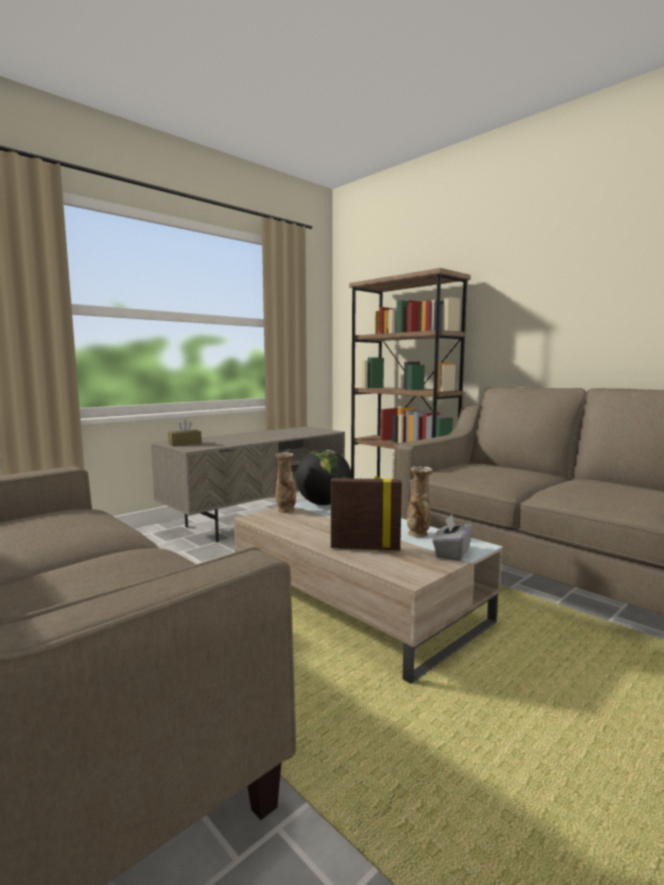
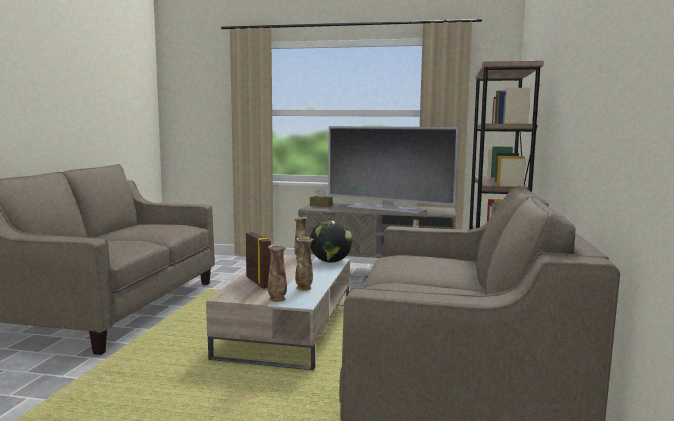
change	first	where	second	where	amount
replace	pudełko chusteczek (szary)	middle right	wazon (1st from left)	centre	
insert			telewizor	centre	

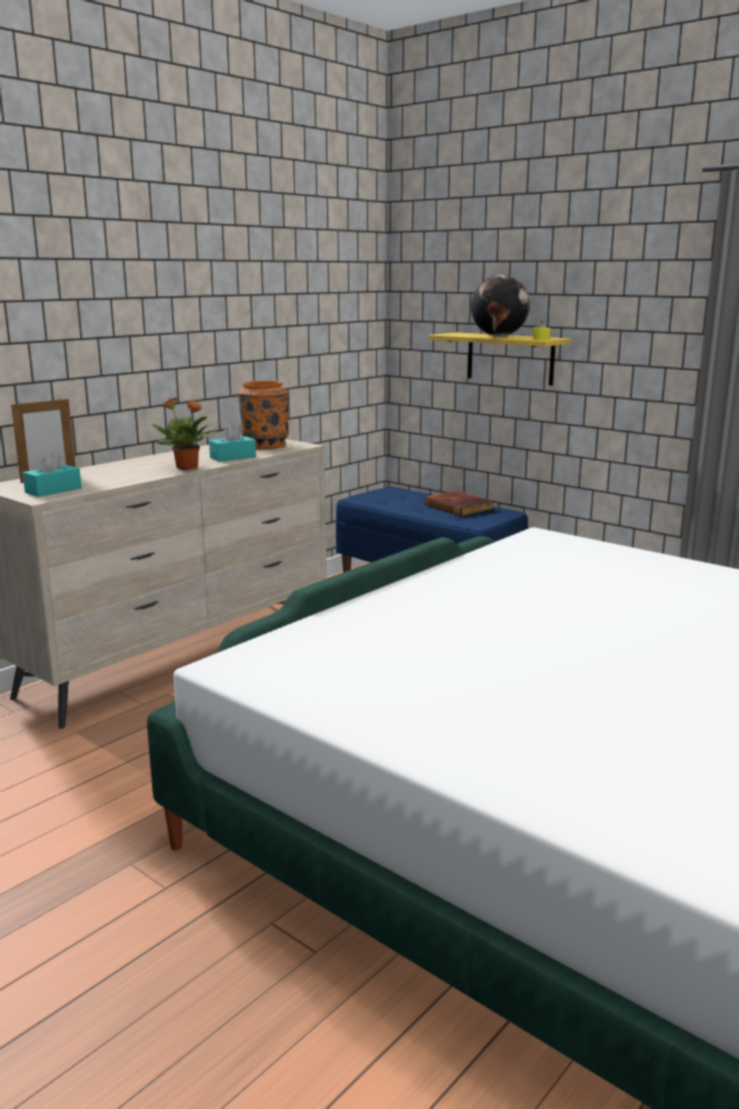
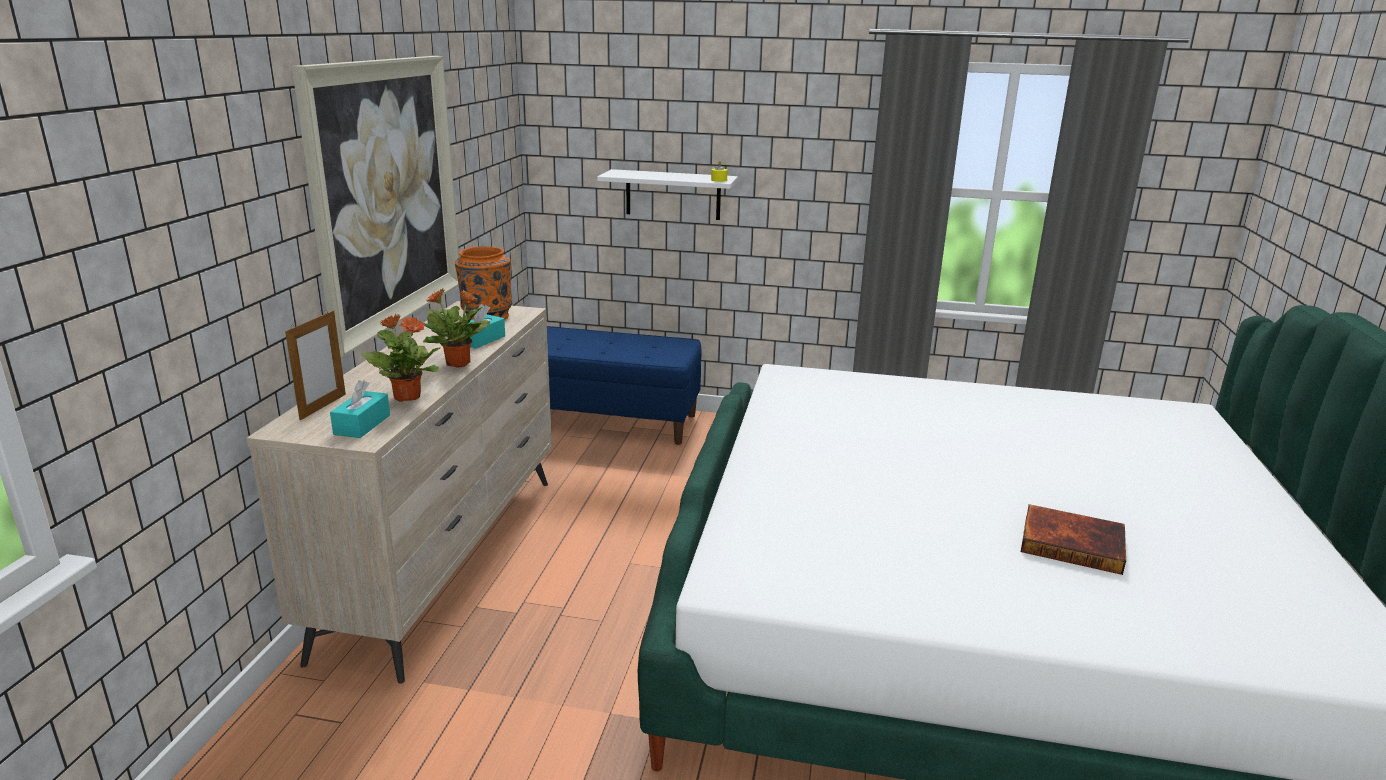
change	first	where	second	where	amount
move	książka	centre		bottom right	
recolor	półka (żółty)	top right	półka (biały)	top centre	
delete	globus	top right			
insert			obraz	top left	
insert			roślina doniczkowa (1st from left)	middle left	

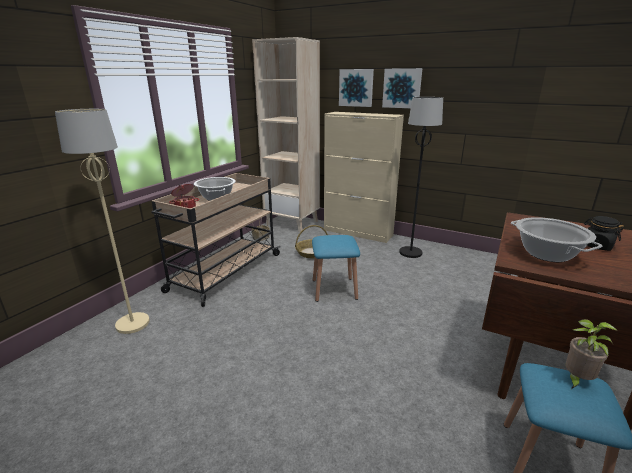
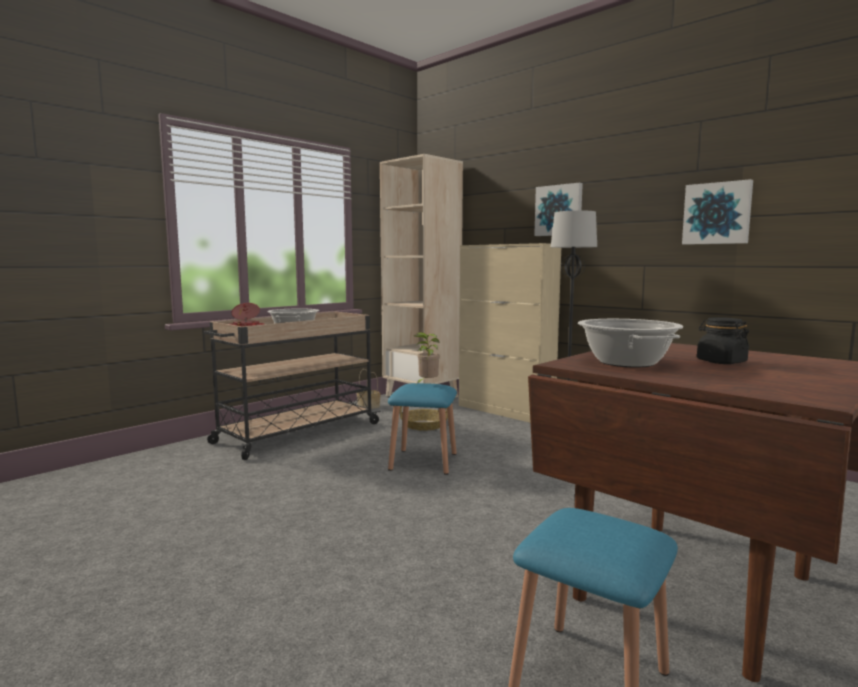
change	first	where	second	where	amount
delete	lampa stojąca (beżowy)	middle left			
move	obraz (1st from left in the first image)	top centre	obraz (2nd from left)	top right	
move	roślina doniczkowa	bottom right		centre	

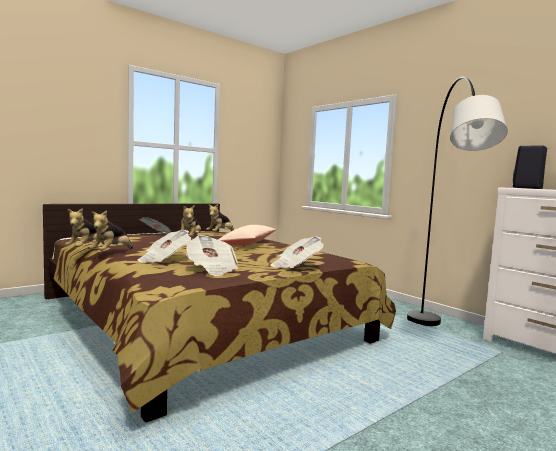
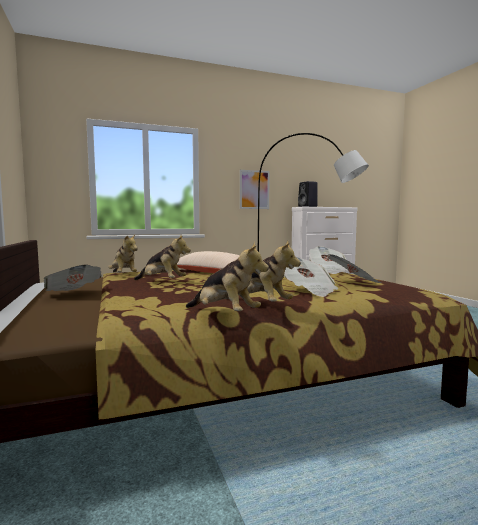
change	first	where	second	where	amount
insert			obraz	centre	

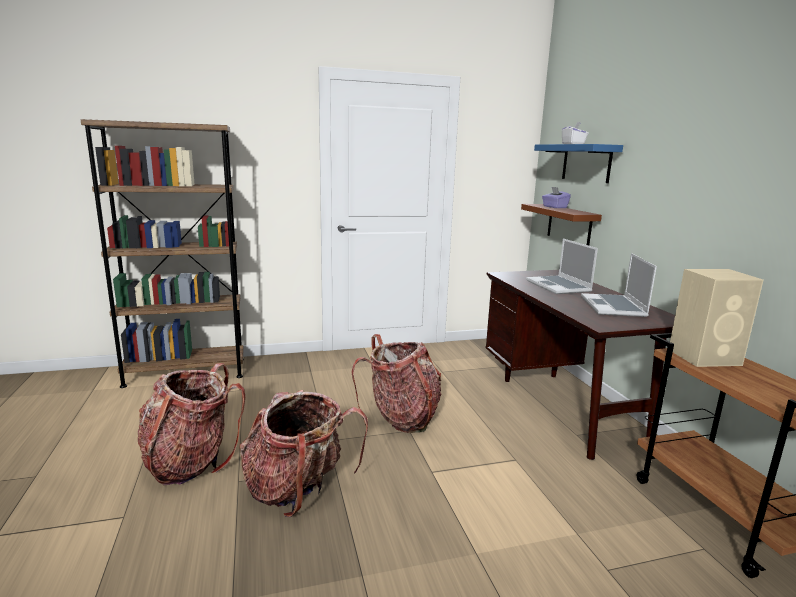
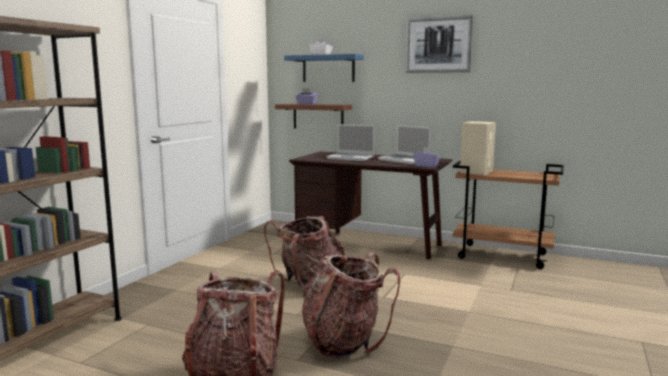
change	first	where	second	where	amount
insert			obraz	top centre	
insert			pudełko chusteczek (fioletowy) (2nd from left)	centre	

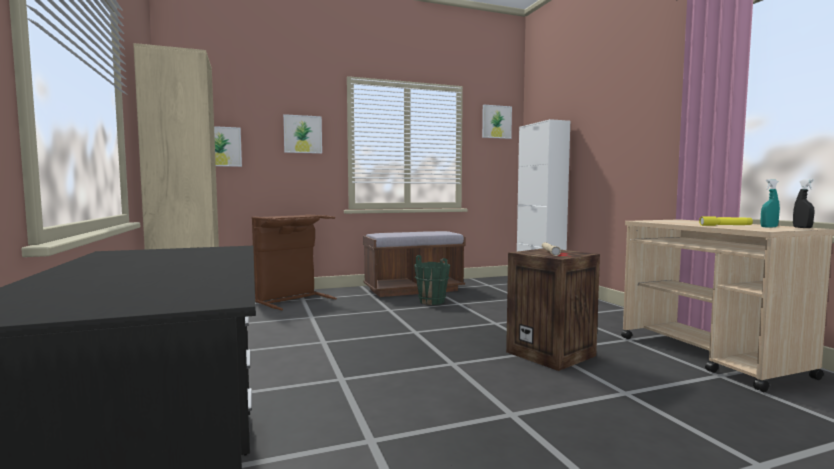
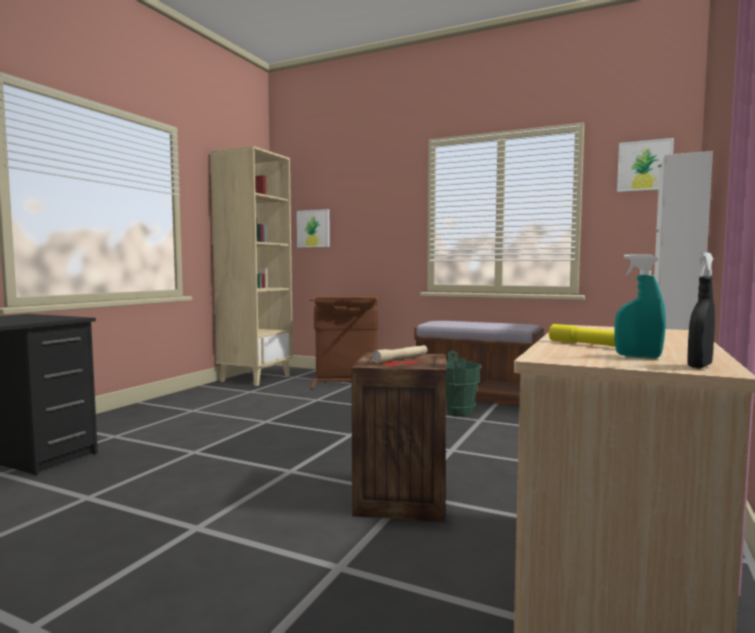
change	first	where	second	where	amount
delete	obraz (2nd from left)	top centre			

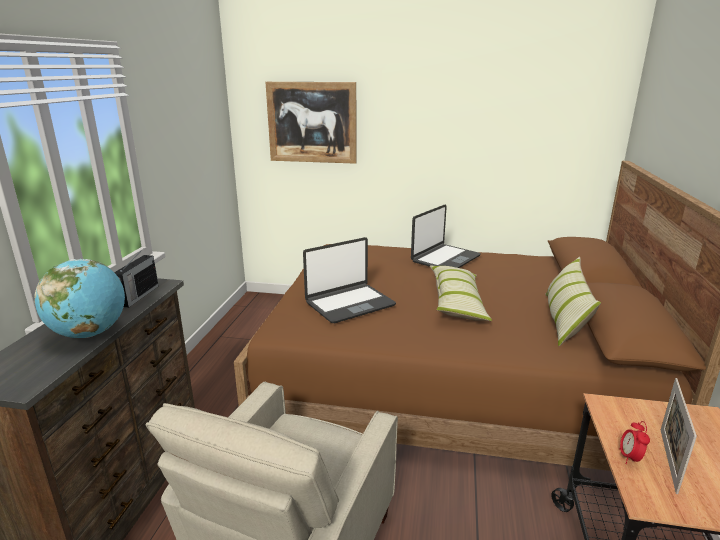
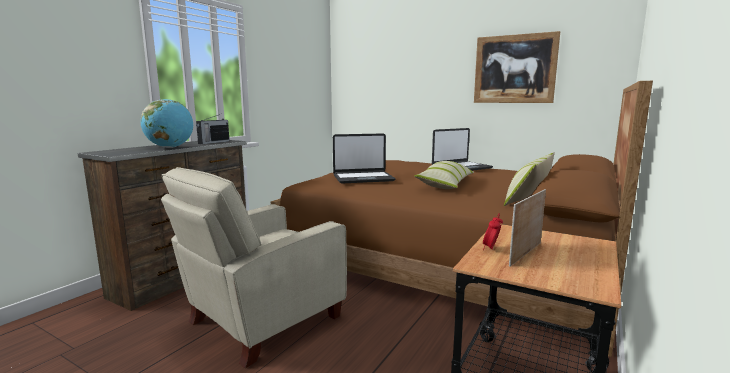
change	first	where	second	where	amount
move	obraz	top centre		top right	

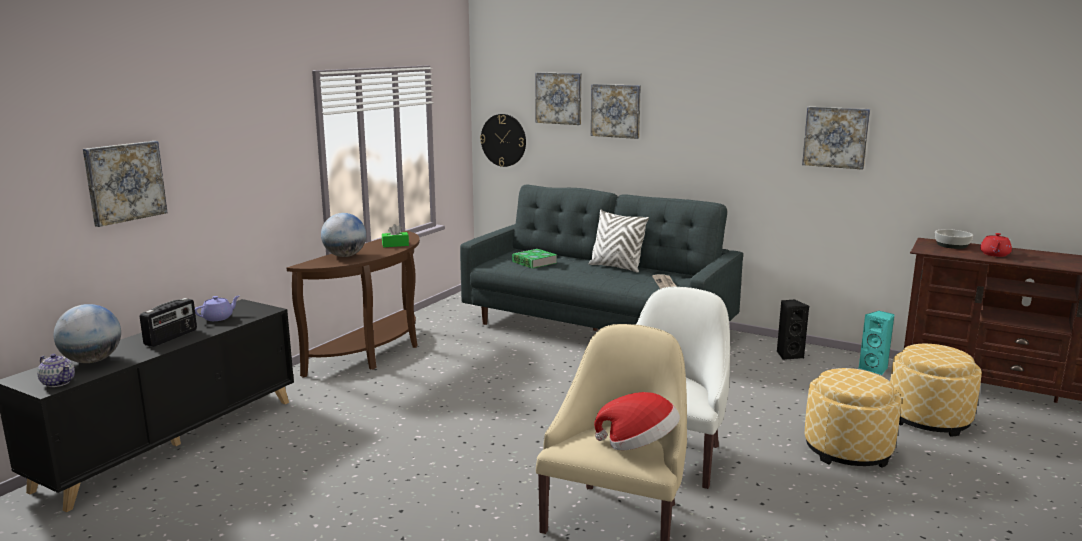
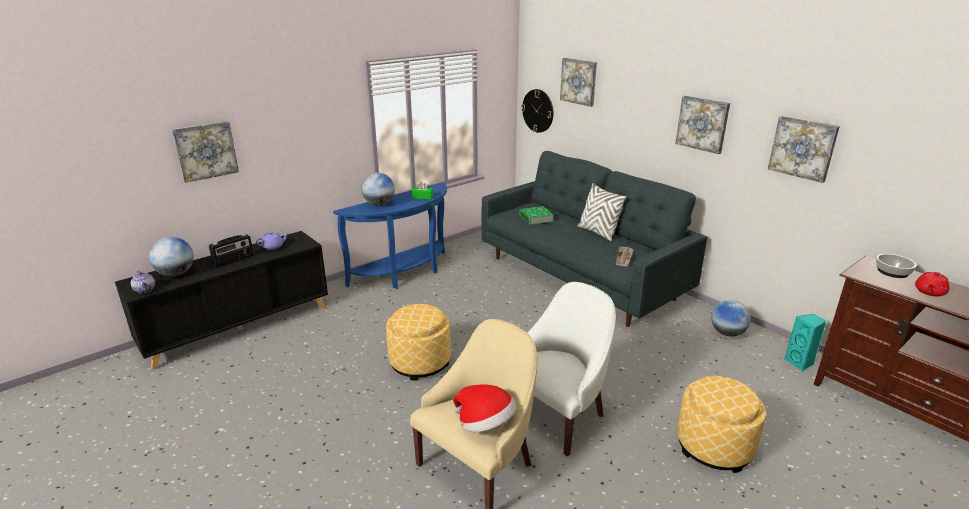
change	first	where	second	where	amount
recolor	stolik konsolowy (brązowy)	middle left	stolik konsolowy (niebieski)	centre	
move	obraz (3rd from left)	top centre		top right	
replace	głośnik (czarny)	middle right	globus (3rd from left)	middle right	
move	pufa (2nd from left in the first image)	bottom right	pufa (1st from left)	bottom centre	

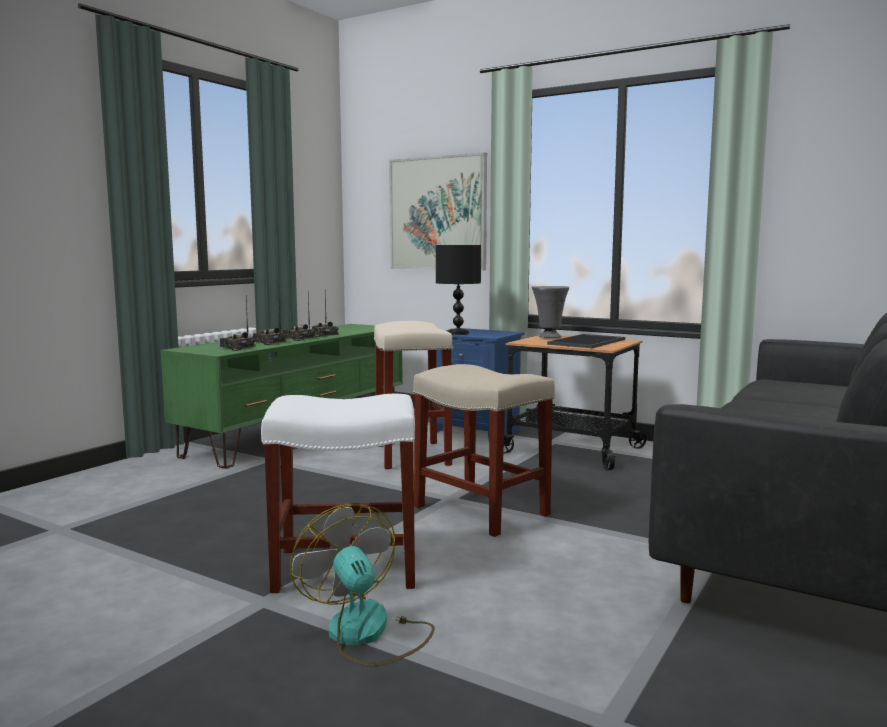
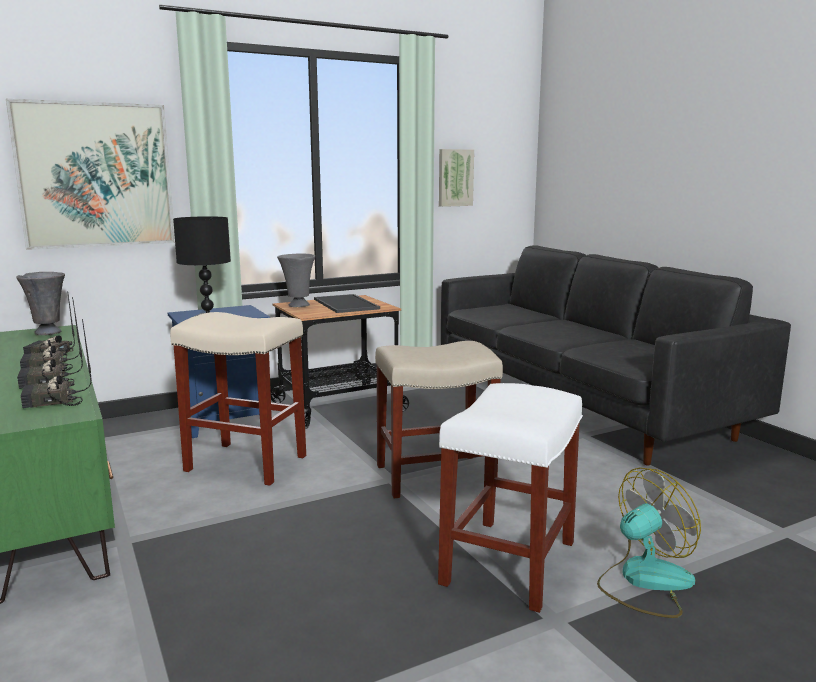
change	first	where	second	where	amount
rotate	wentylator	bottom centre		bottom right	150 degrees clockwise
insert			wazon (szary) (1st from left)	middle left	
insert			obraz (2nd from left)	top centre	

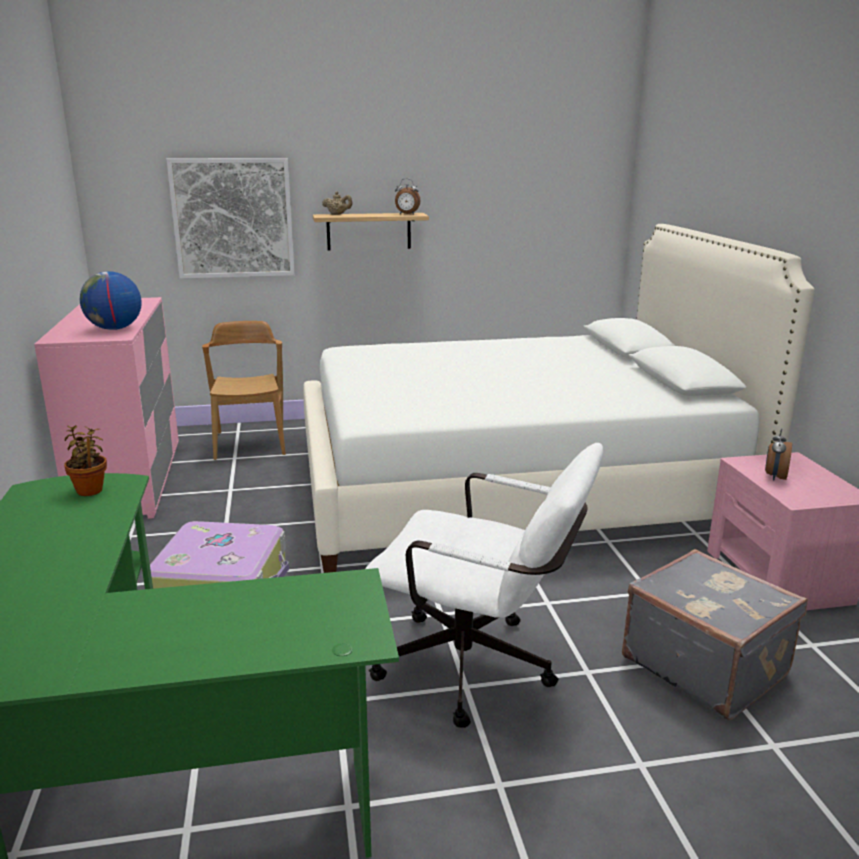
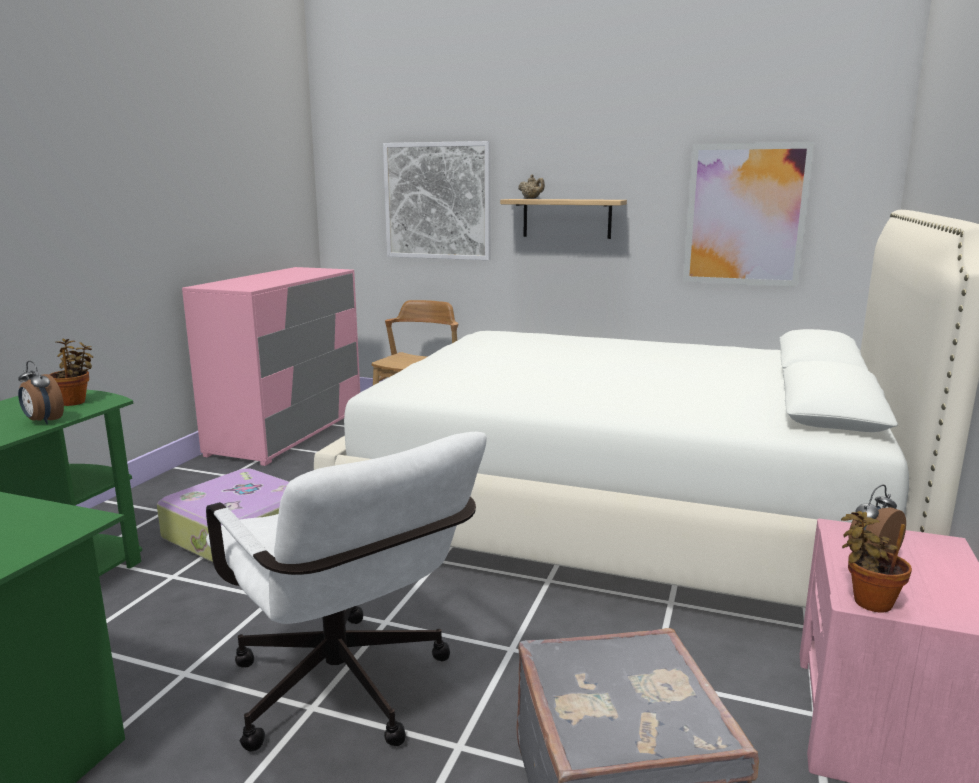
change	first	where	second	where	amount
delete	globus	middle left			
move	budzik (1st from left)	top centre		middle left	
insert			obraz (2nd from left)	top right	
insert			roślina doniczkowa (2nd from left)	bottom right	

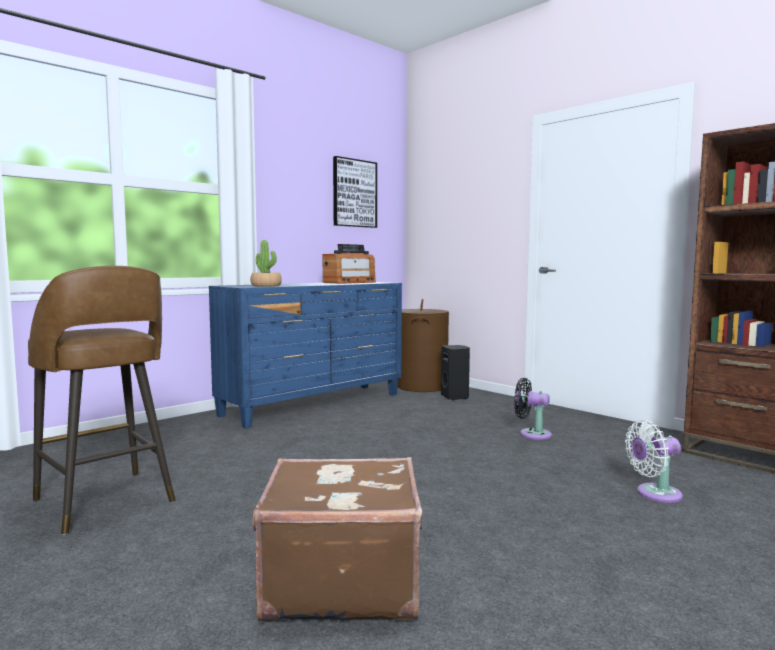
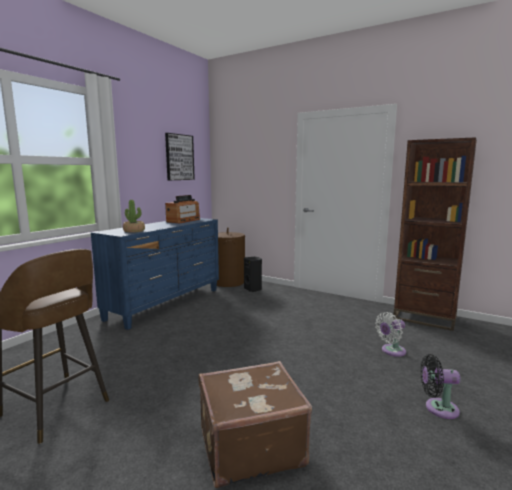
change	first	where	second	where	amount
move	wentylator (czarny)	middle right		bottom right	

